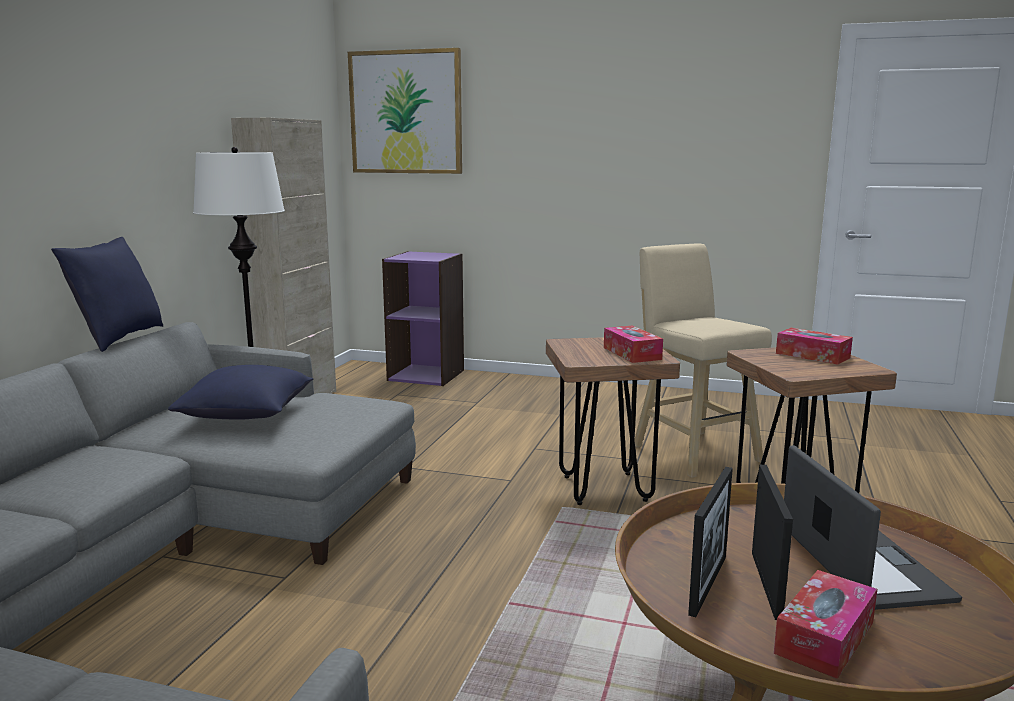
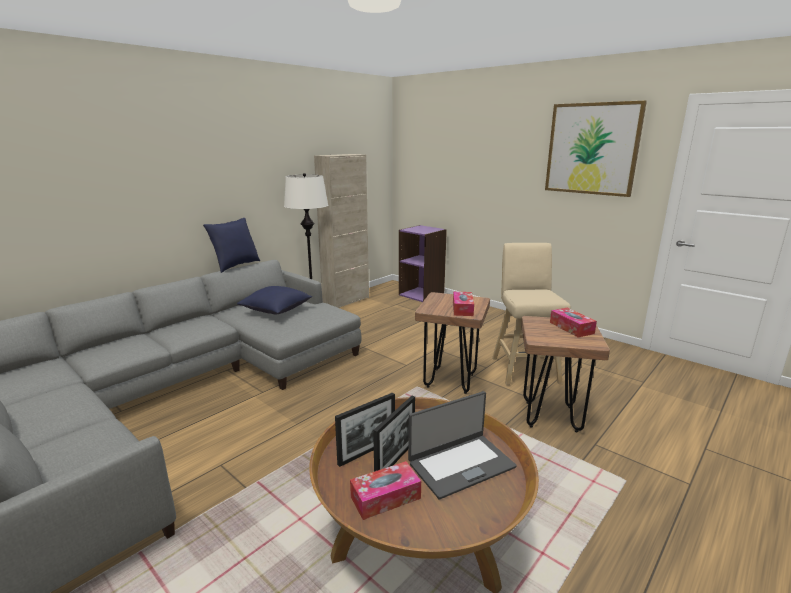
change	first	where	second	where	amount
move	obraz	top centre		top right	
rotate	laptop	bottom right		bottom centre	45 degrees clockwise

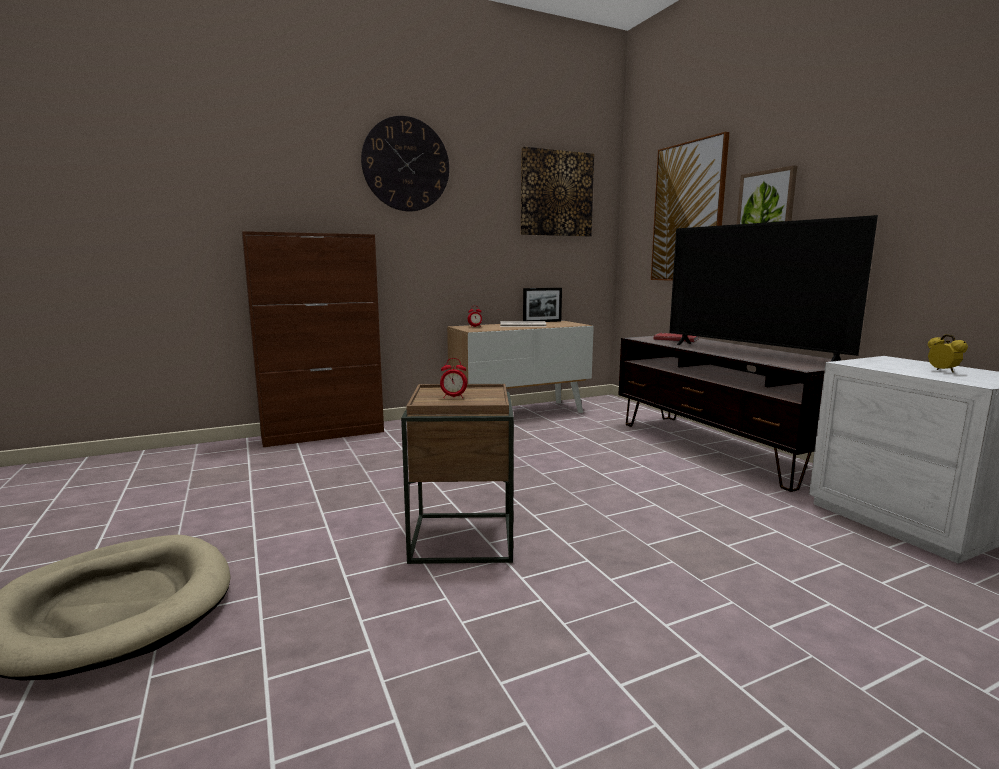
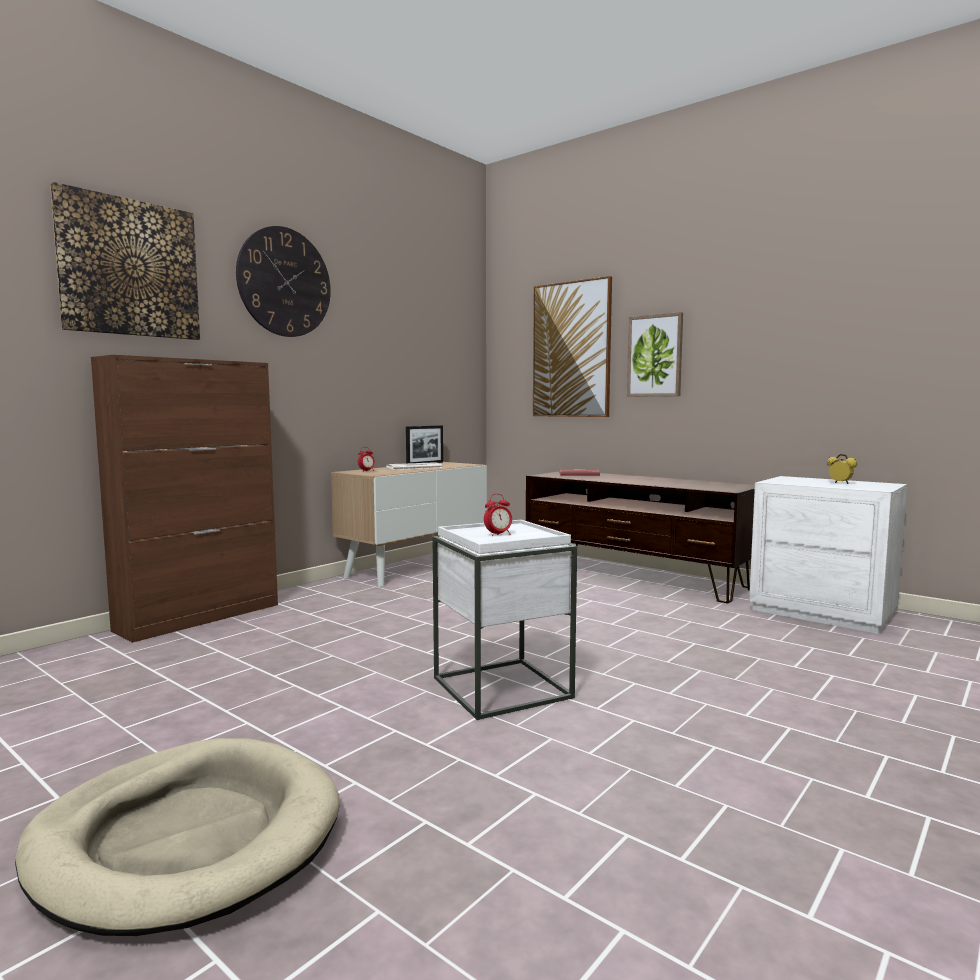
change	first	where	second	where	amount
recolor	stolik (brązowy)	centre	stolik (biały)	centre	
move	obraz (1st from left)	top centre		top left	
delete	telewizor	middle right			

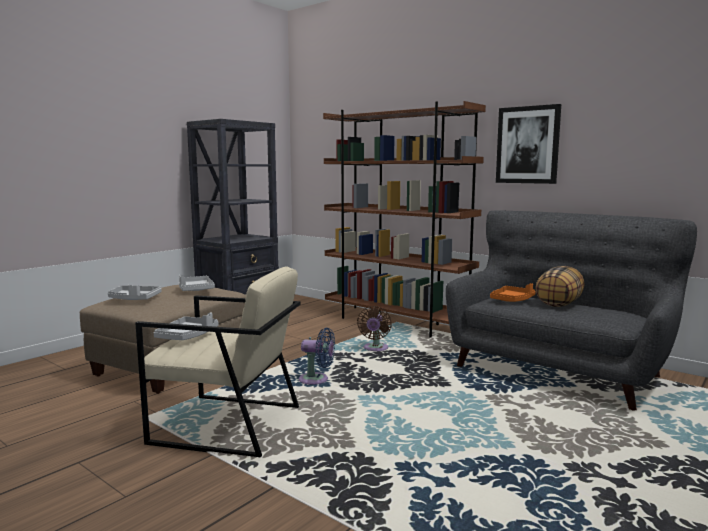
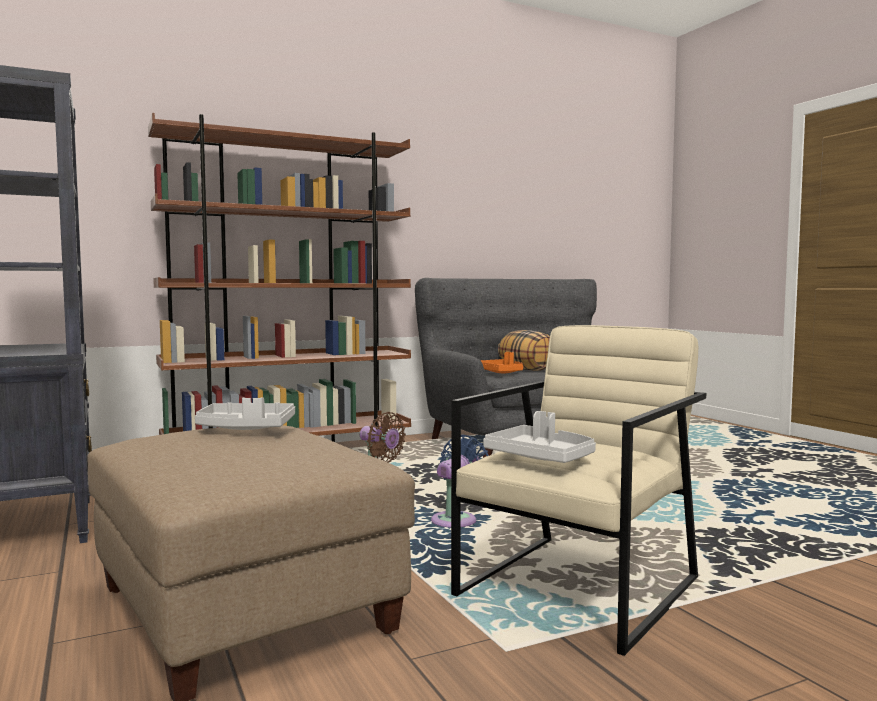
change	first	where	second	where	amount
delete	taca (szary) (1st from left)	middle left			
delete	obraz	top right			

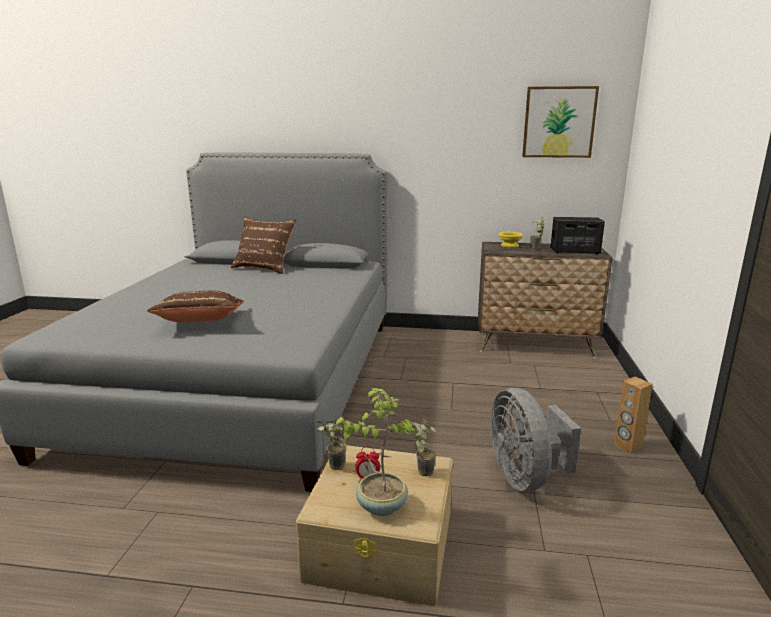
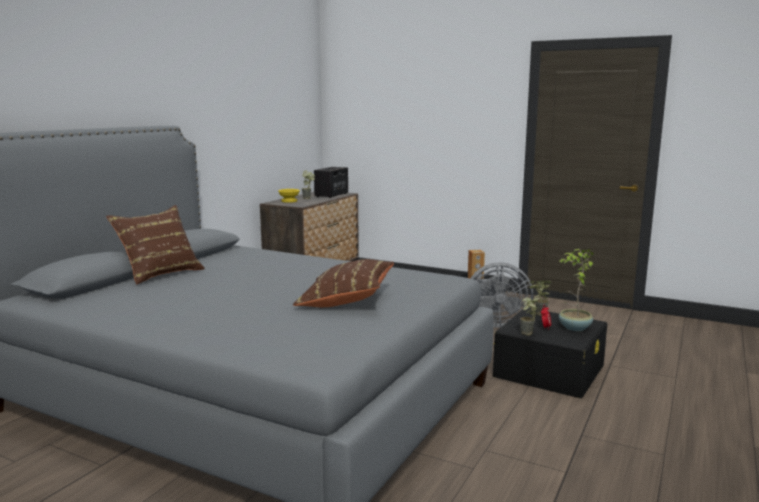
change	first	where	second	where	amount
recolor	pojemnik do przechowywania (beżowy)	bottom centre	pojemnik do przechowywania (czarny)	bottom right	
delete	obraz	top right			

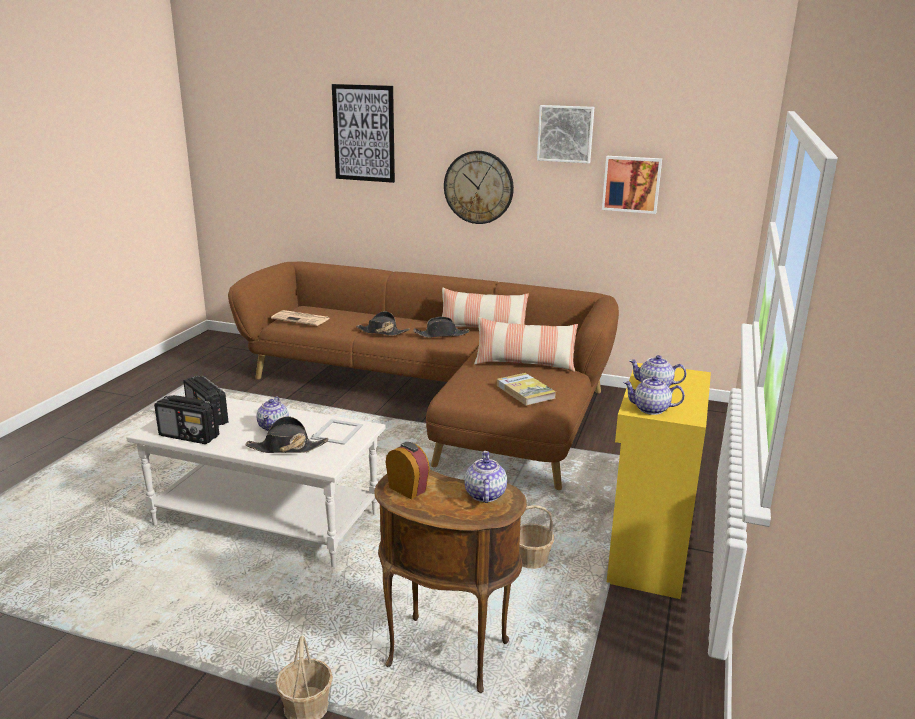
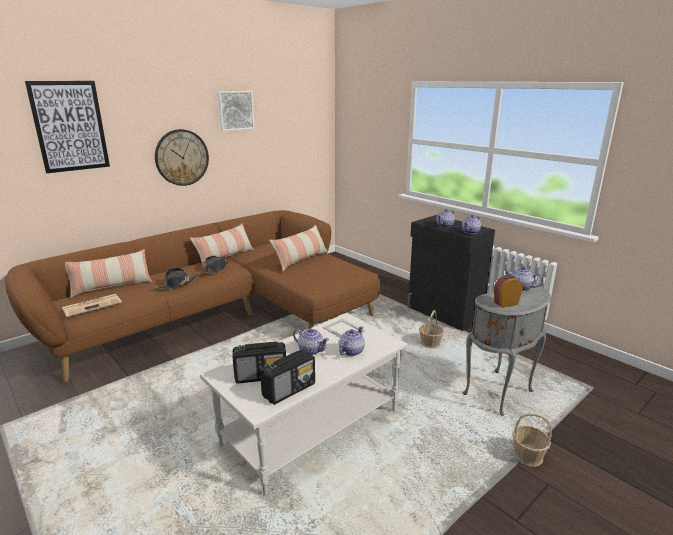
change	first	where	second	where	amount
replace	kapelusz (czarny) (1st from left)	middle left	imbryk (2nd from left)	centre	
recolor	stolik (brązowy)	bottom centre	stolik (szary)	middle right	
delete	książka	centre			
delete	obraz (3rd from left)	top right			
recolor	szafka (żółty)	bottom right	szafka (czarny)	middle right	
insert			poduszka (1st from left)	middle left	

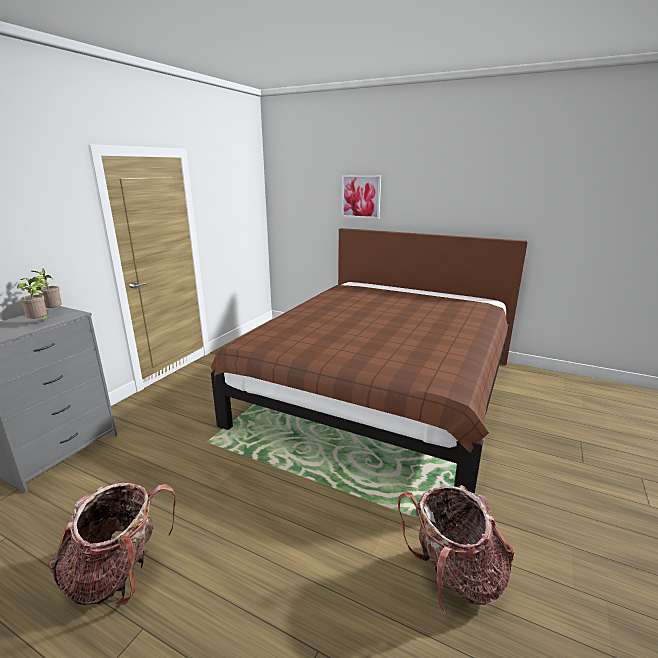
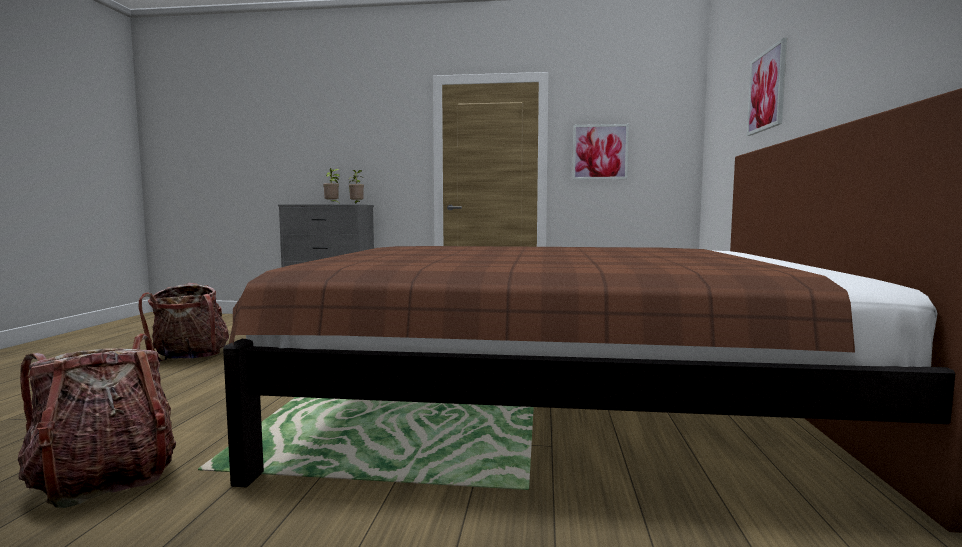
change	first	where	second	where	amount
insert			obraz (1st from left)	top centre	

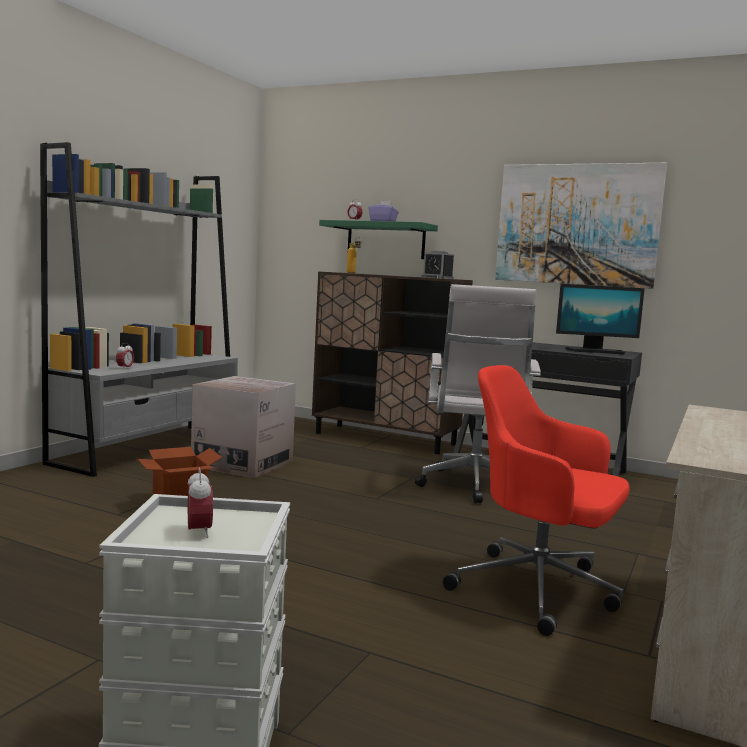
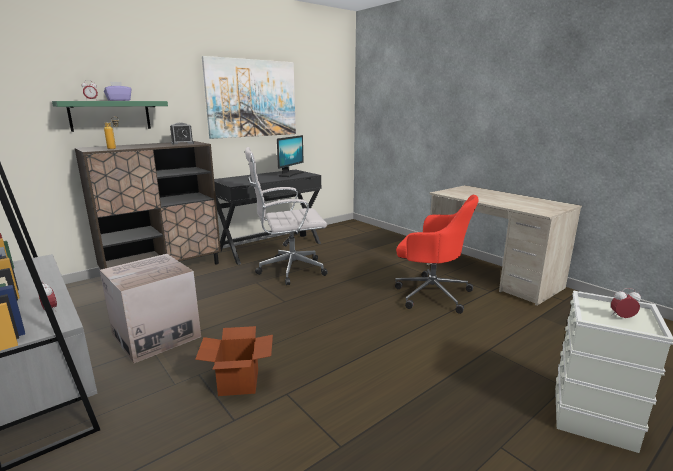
change	first	where	second	where	amount
rotate	krzesło biurowe (biały)	centre		centre	135 degrees clockwise
rotate	krzesło biurowe (czerwony)	bottom right		centre	120 degrees counterclockwise

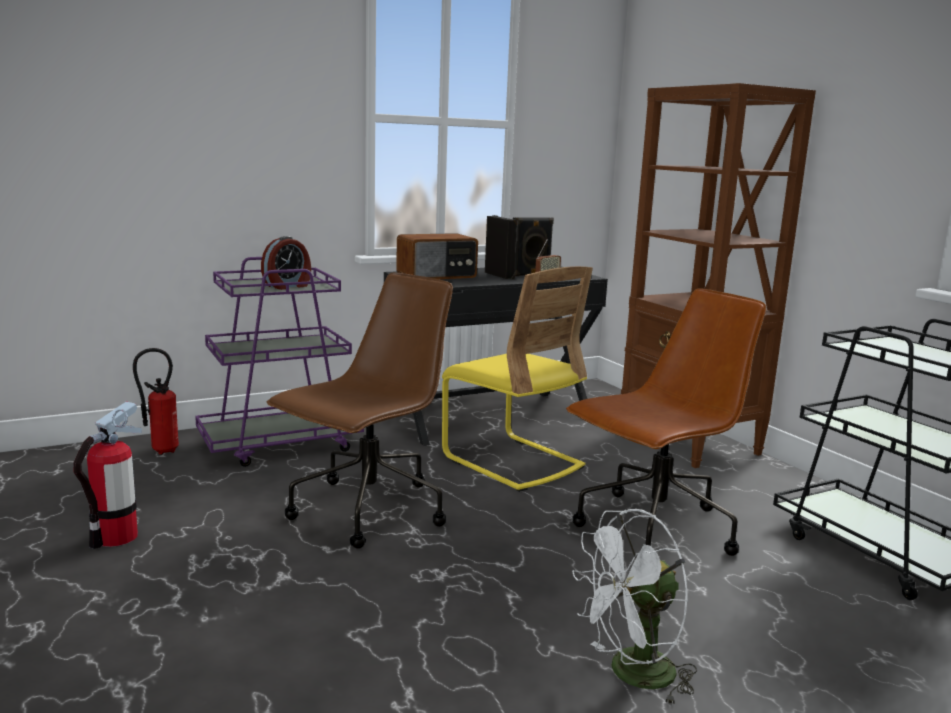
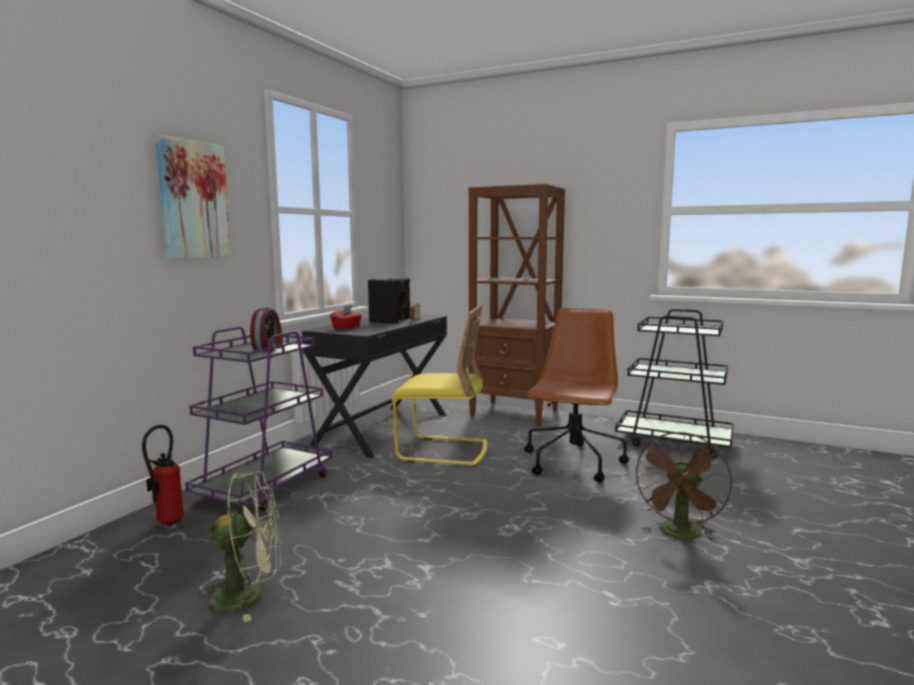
change	first	where	second	where	amount
replace	gaśnica (1st from left)	middle left	wentylator (zielony)	bottom left	
delete	krzesło biurowe (brązowy) (1st from left)	centre			
replace	radio (1st from left)	centre	pudełko chusteczek (czerwony)	centre	
recolor	wentylator (biały)	bottom right	wentylator (brązowy)	bottom right	
insert			obraz	top left	

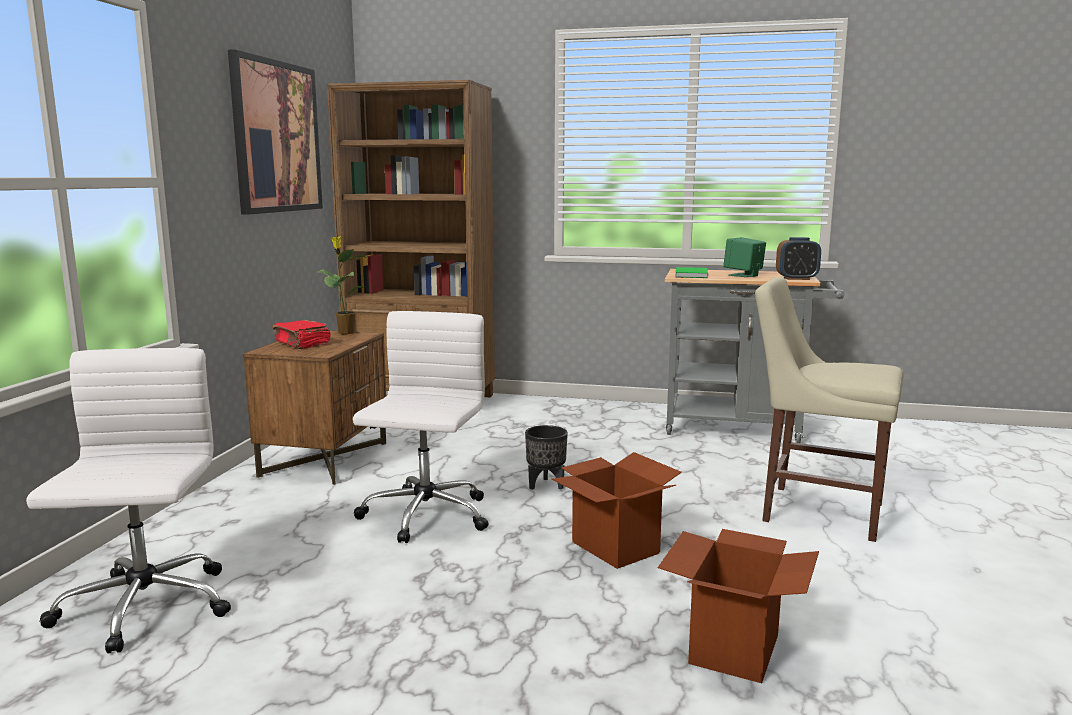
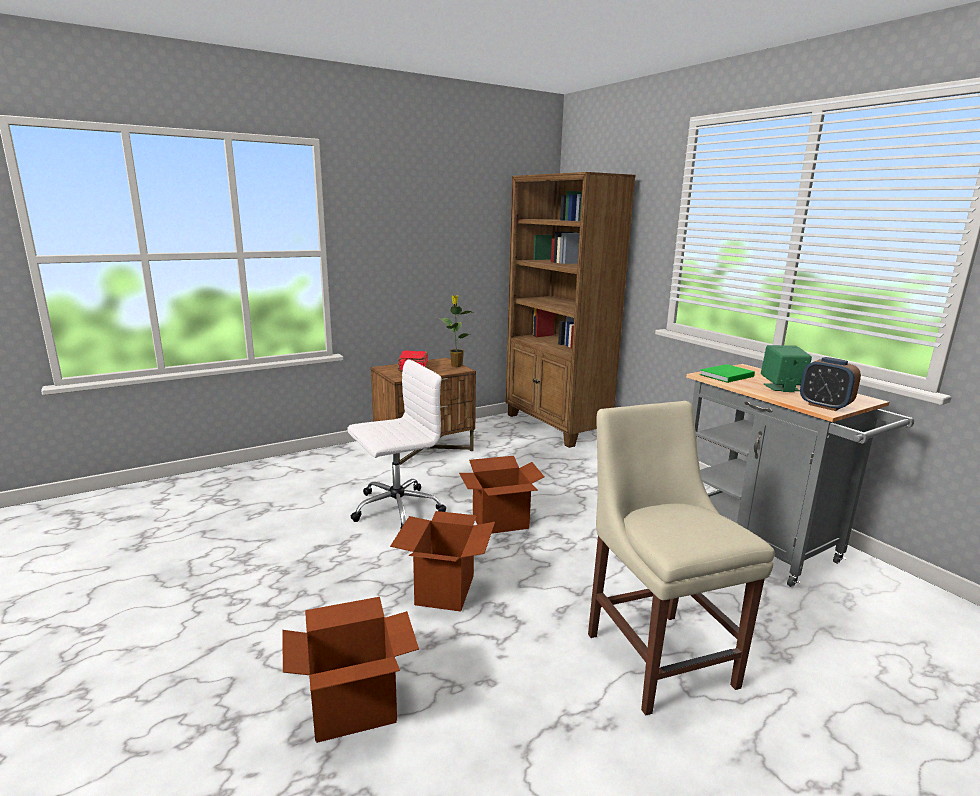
change	first	where	second	where	amount
delete	krzesło biurowe (biały) (1st from left)	bottom left			
delete	obraz	top left			
replace	donica (czarny)	centre	karton (3rd from left)	centre	

